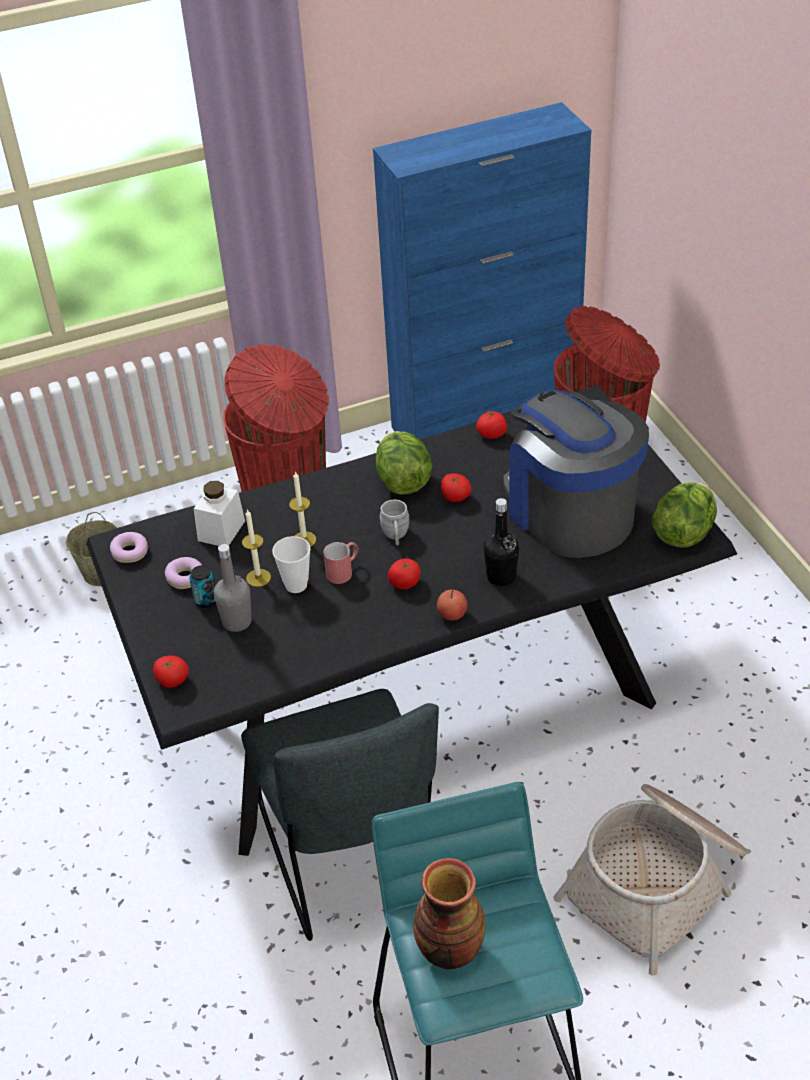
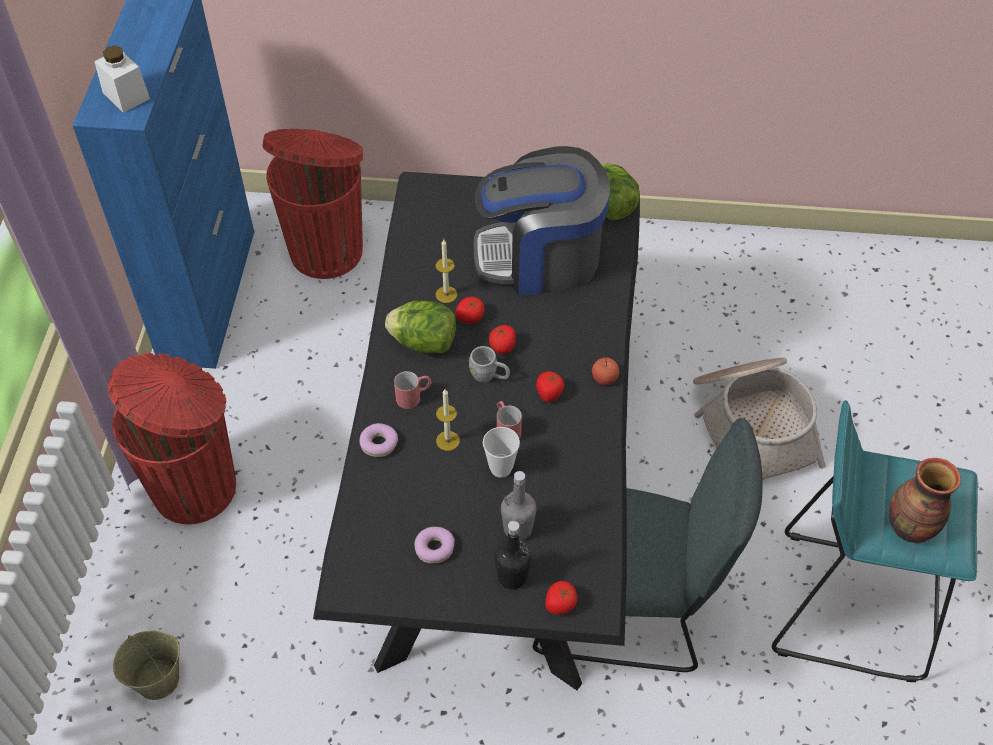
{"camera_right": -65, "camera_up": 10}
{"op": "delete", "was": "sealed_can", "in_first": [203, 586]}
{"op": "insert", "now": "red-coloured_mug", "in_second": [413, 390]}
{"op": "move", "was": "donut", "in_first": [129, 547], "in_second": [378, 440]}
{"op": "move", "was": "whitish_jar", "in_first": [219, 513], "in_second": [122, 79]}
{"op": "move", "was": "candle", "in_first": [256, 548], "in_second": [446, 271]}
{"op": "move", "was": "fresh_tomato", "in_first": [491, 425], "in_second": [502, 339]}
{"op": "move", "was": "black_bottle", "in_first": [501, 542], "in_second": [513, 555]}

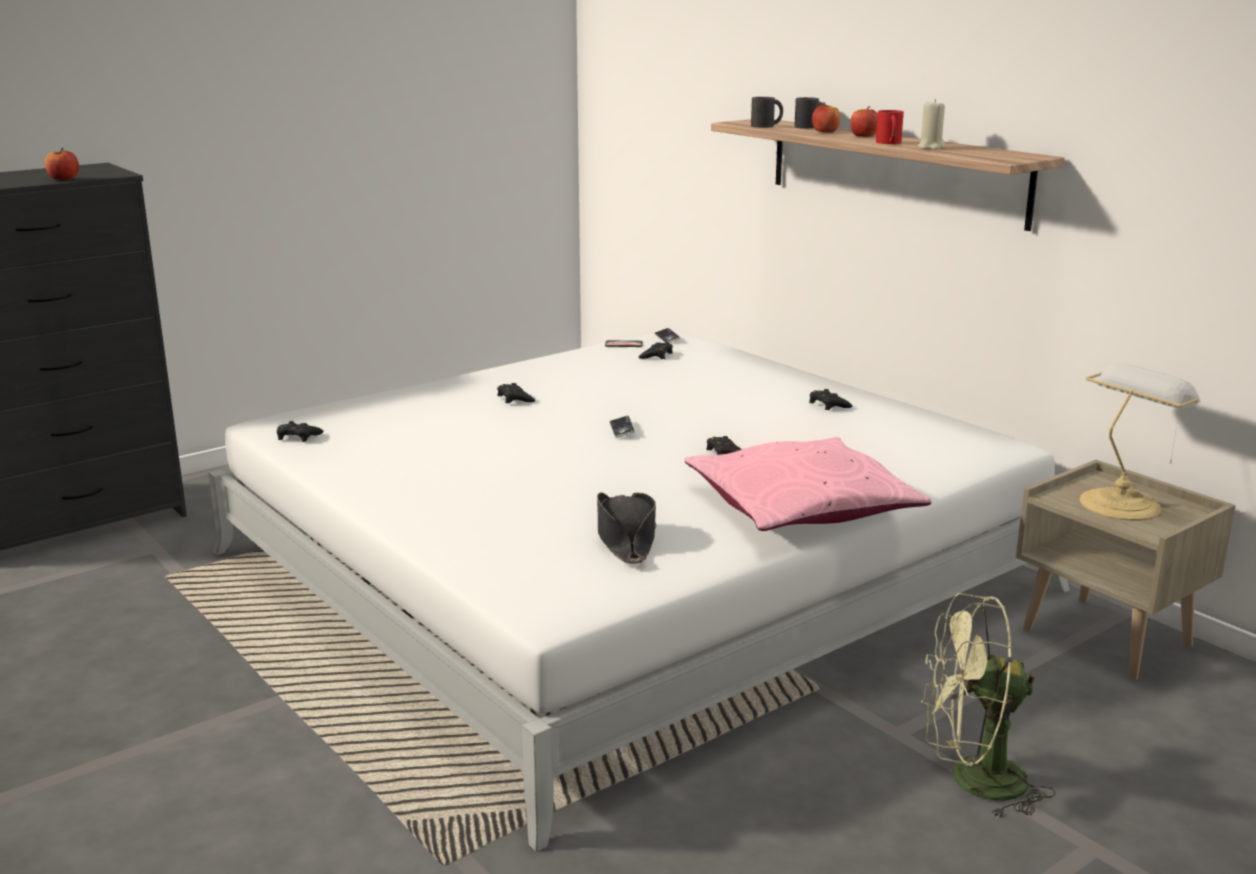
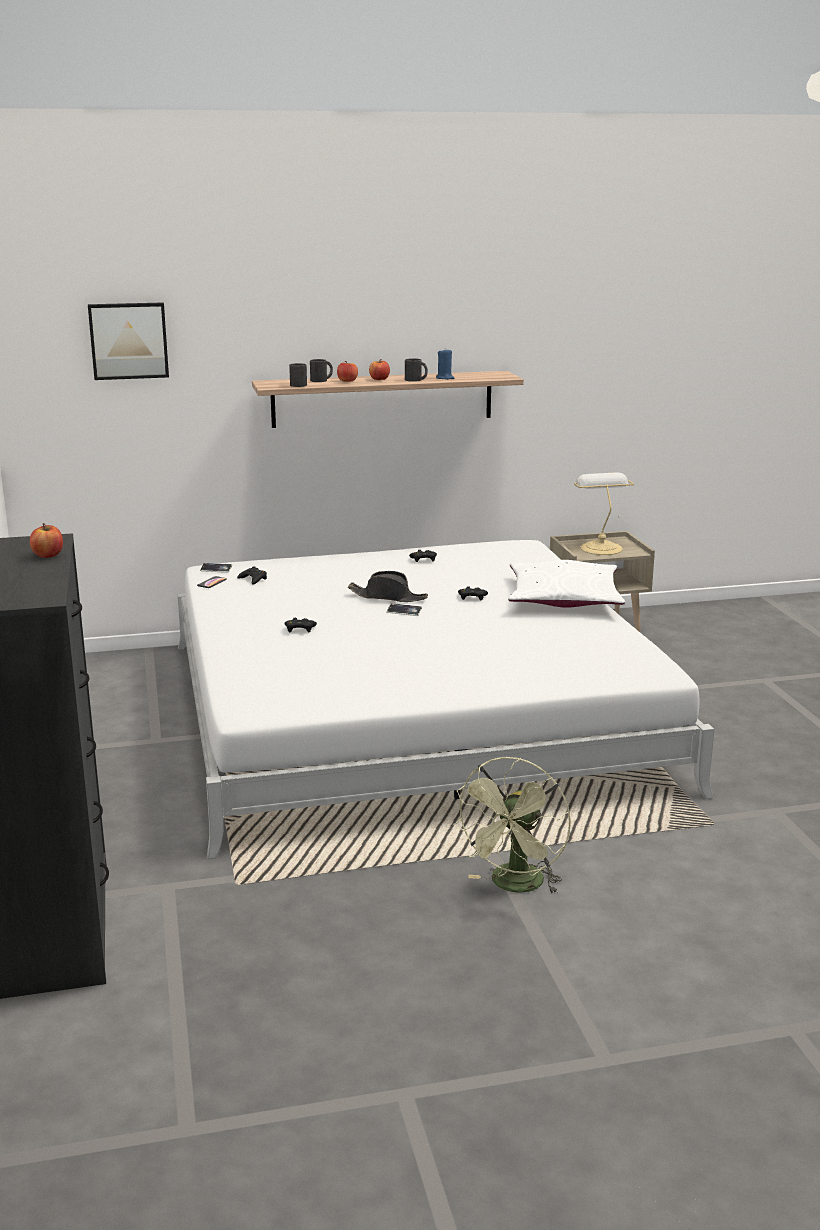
{"camera_right": -65, "camera_up": 0}
{"op": "delete", "was": "black_joypad", "in_first": [300, 431]}
{"op": "insert", "now": "wall_art", "in_second": [128, 341]}
{"op": "move", "was": "black_hat", "in_first": [626, 528], "in_second": [388, 586]}
{"op": "move", "was": "green_fan", "in_first": [988, 706], "in_second": [512, 826]}
{"op": "recolor", "was": "pink_cushion", "now": "whitish_cushion", "in_first": [808, 484], "in_second": [566, 584]}
{"op": "recolor", "was": "red-coloured_mug", "now": "black_mug", "in_first": [890, 127], "in_second": [416, 370]}
{"op": "recolor", "was": "sand-coloured_candle", "now": "bluish_candle", "in_first": [931, 124], "in_second": [445, 365]}

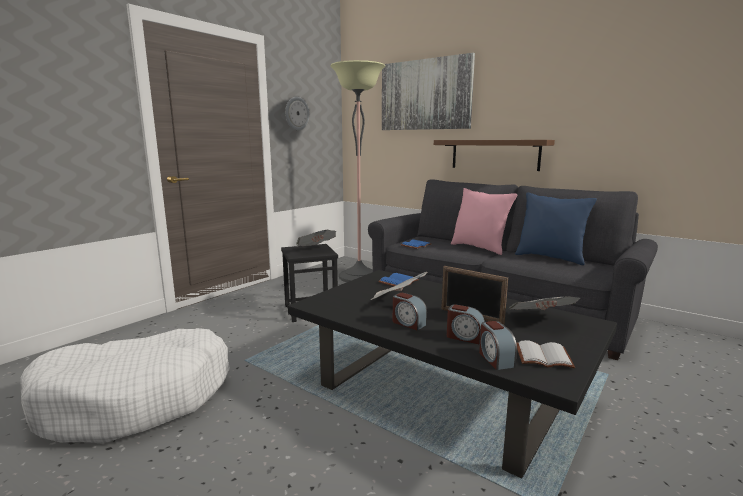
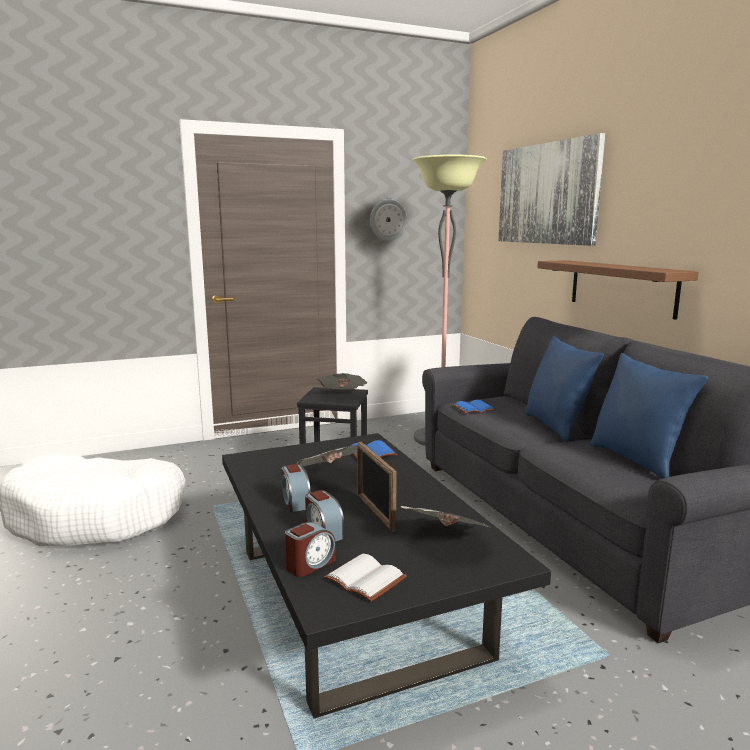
{"camera_right": 30, "camera_up": 0}
{"op": "recolor", "was": "pink_cushion", "now": "bluish_cushion", "in_first": [484, 221], "in_second": [565, 388]}
{"op": "rotate", "was": "table_clock", "in_first": [498, 345], "in_second": [310, 549], "clockwise": -150}

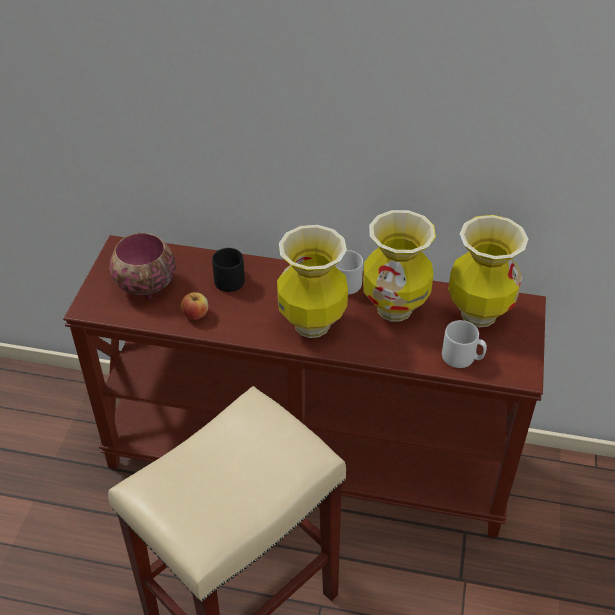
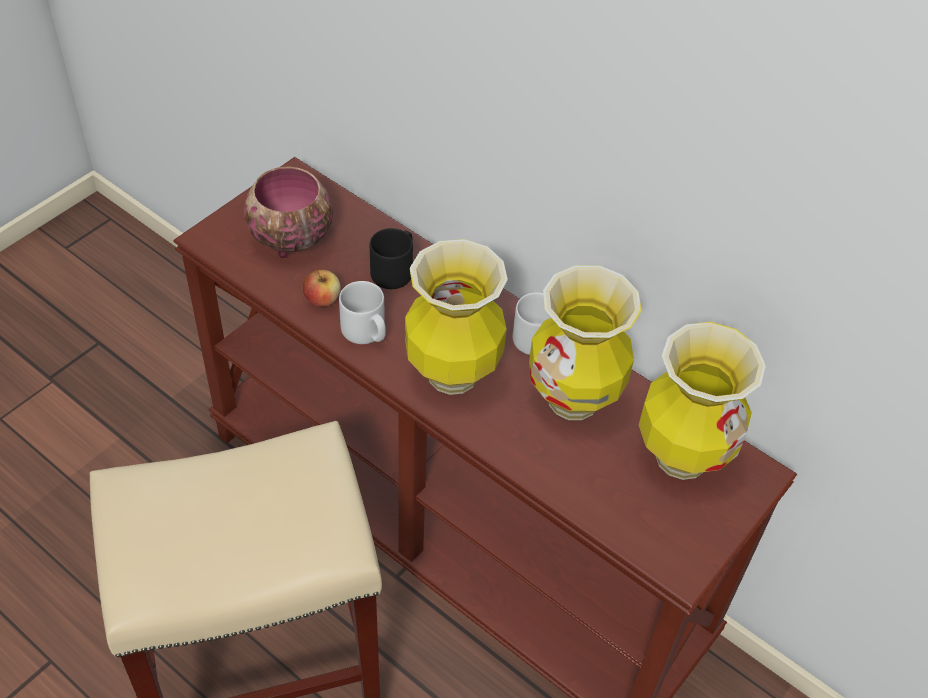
{"camera_right": 25, "camera_up": 5}
{"op": "move", "was": "greyish_mug", "in_first": [464, 344], "in_second": [362, 312]}

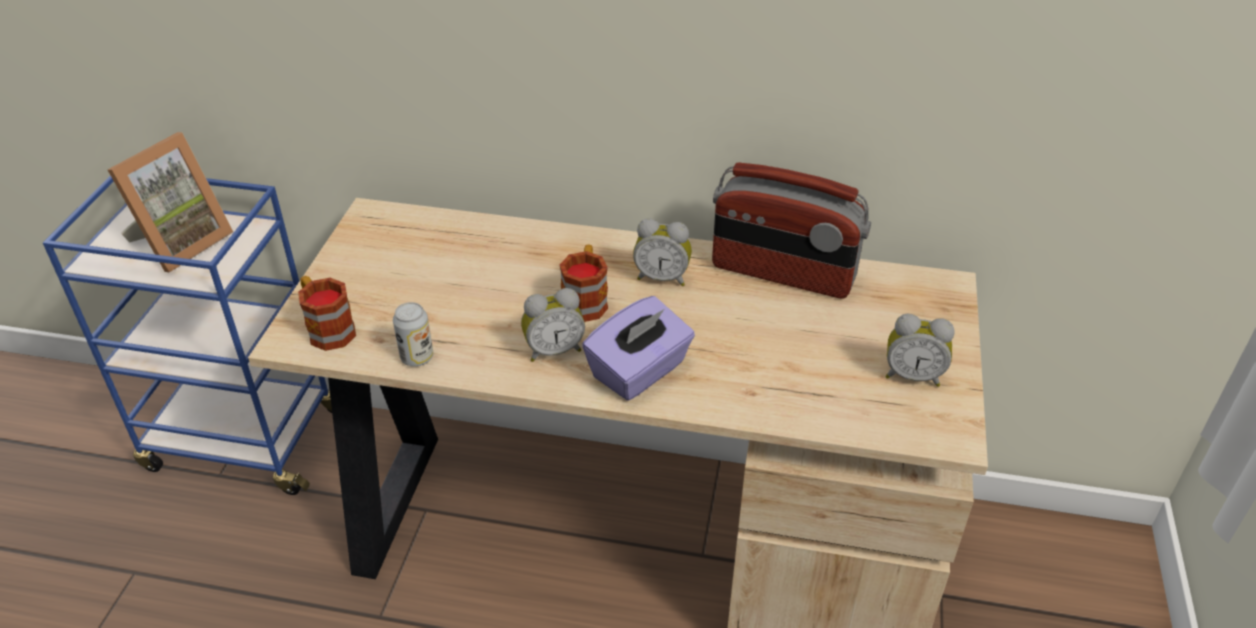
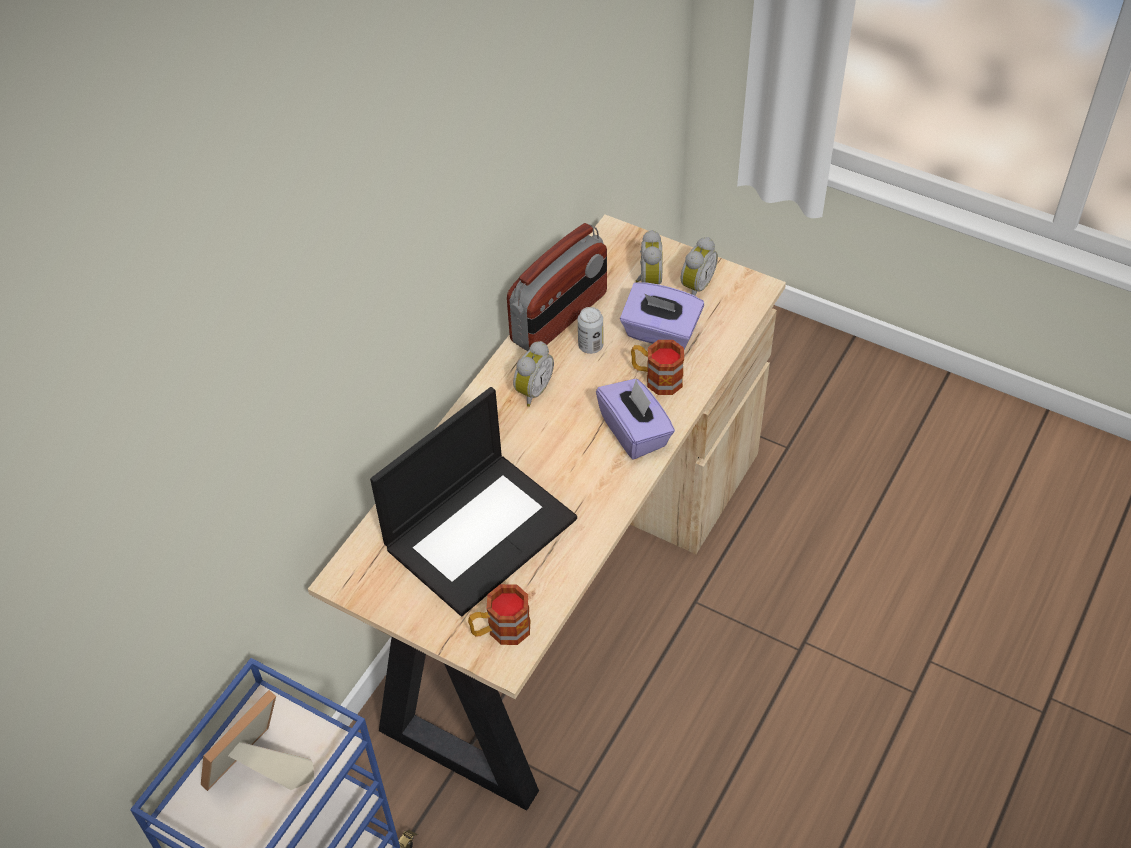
{"camera_right": -70, "camera_up": 10}
{"op": "insert", "now": "notebook_computer", "in_second": [473, 501]}
{"op": "insert", "now": "purple_box_of_tissues", "in_second": [662, 316]}
{"op": "move", "was": "sealed_can", "in_first": [413, 334], "in_second": [590, 330]}
{"op": "move", "was": "table_clock", "in_first": [553, 325], "in_second": [649, 257]}
{"op": "move", "was": "mug", "in_first": [584, 283], "in_second": [657, 367]}
{"op": "rotate", "was": "photo_frame", "in_first": [170, 202], "in_second": [258, 740], "clockwise": -105}

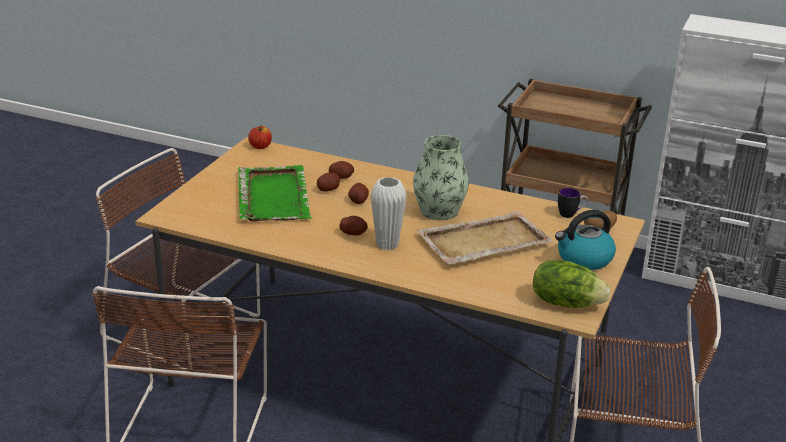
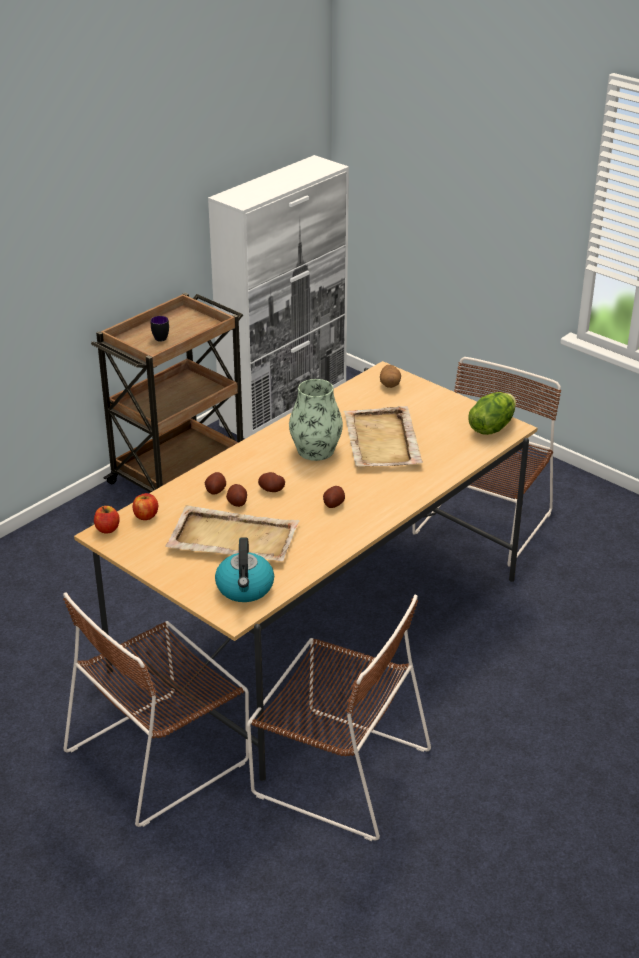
{"camera_right": -70, "camera_up": 5}
{"op": "delete", "was": "whitish_flower_vase", "in_first": [388, 213]}
{"op": "insert", "now": "whole_apple", "in_second": [145, 506]}
{"op": "move", "was": "kettle", "in_first": [585, 240], "in_second": [244, 569]}
{"op": "move", "was": "mug", "in_first": [573, 203], "in_second": [160, 329]}
{"op": "recolor", "was": "green_tray", "now": "sand-coloured_tray", "in_first": [275, 193], "in_second": [232, 533]}

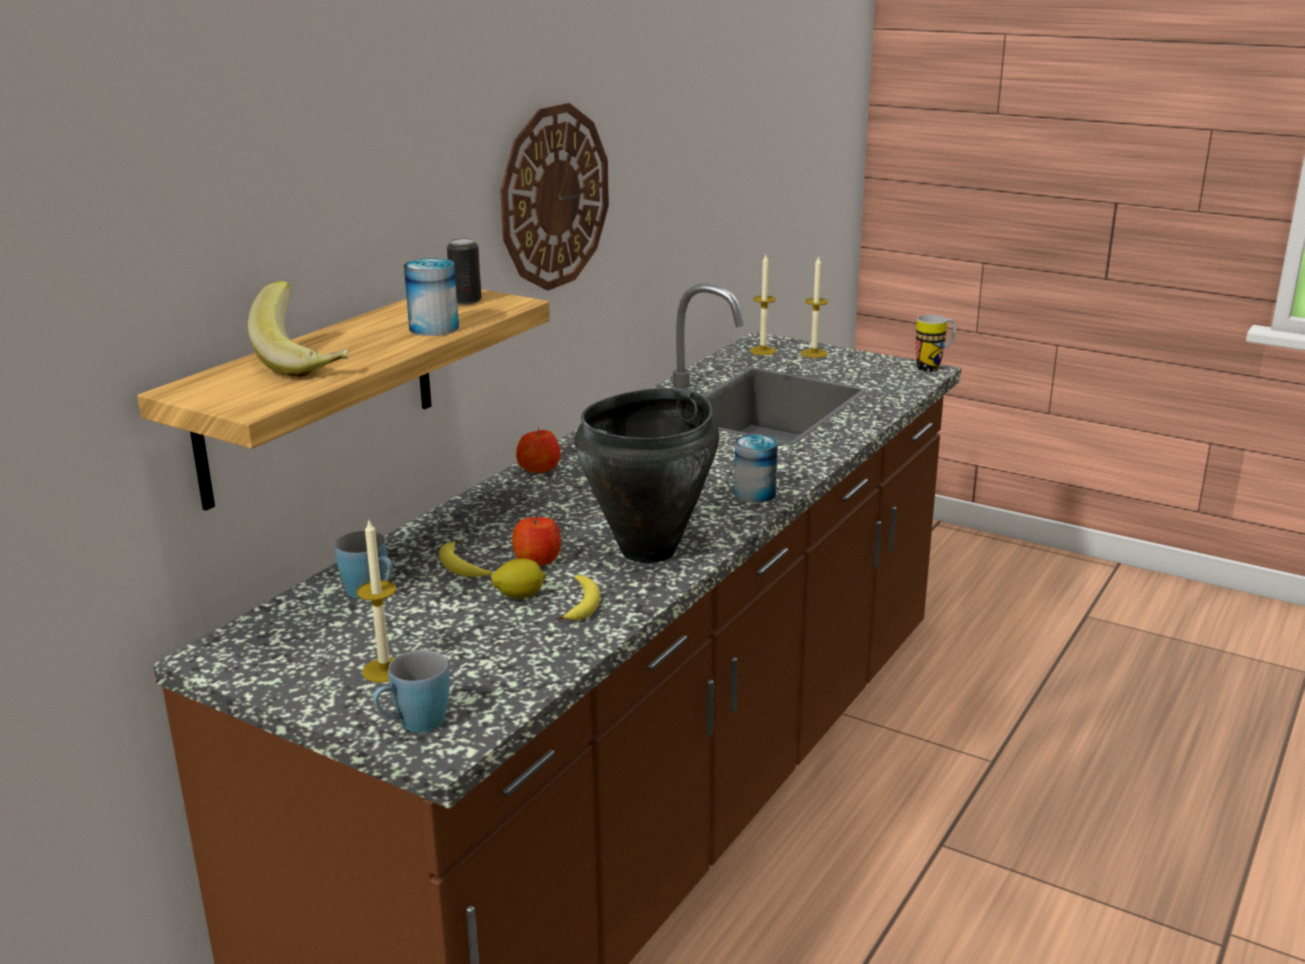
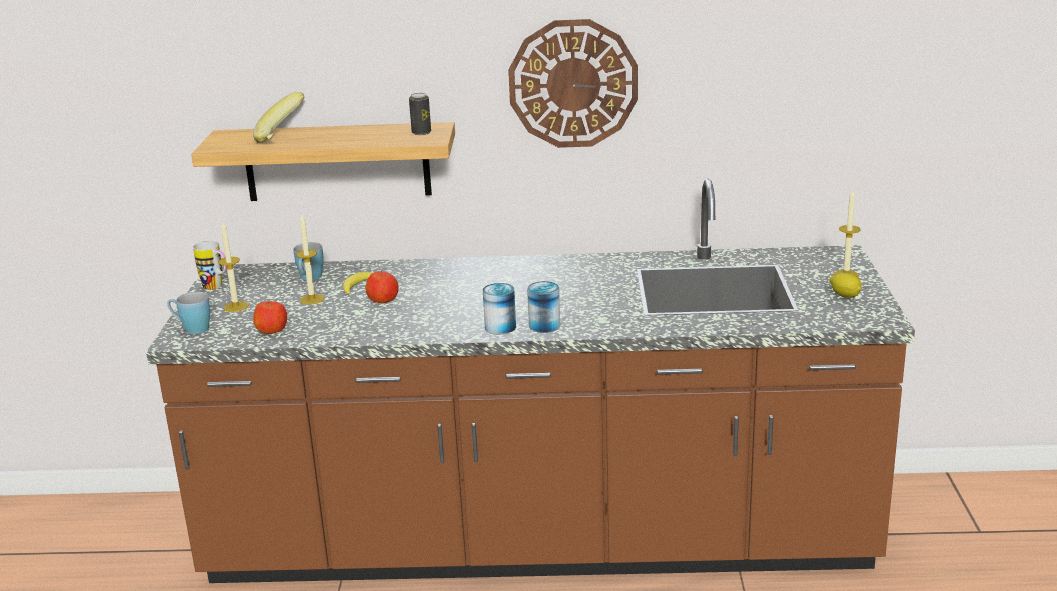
{"camera_right": 60, "camera_up": 0}
{"op": "delete", "was": "banana_fruit", "in_first": [579, 597]}
{"op": "delete", "was": "black_saucepot", "in_first": [647, 475]}
{"op": "move", "was": "sealed_can", "in_first": [431, 297], "in_second": [499, 309]}
{"op": "move", "was": "lemon", "in_first": [518, 578], "in_second": [845, 285]}
{"op": "move", "was": "whole_apple", "in_first": [538, 450], "in_second": [270, 316]}
{"op": "move", "was": "candle", "in_first": [763, 305], "in_second": [310, 259]}
{"op": "move", "was": "mug", "in_first": [936, 343], "in_second": [210, 265]}

